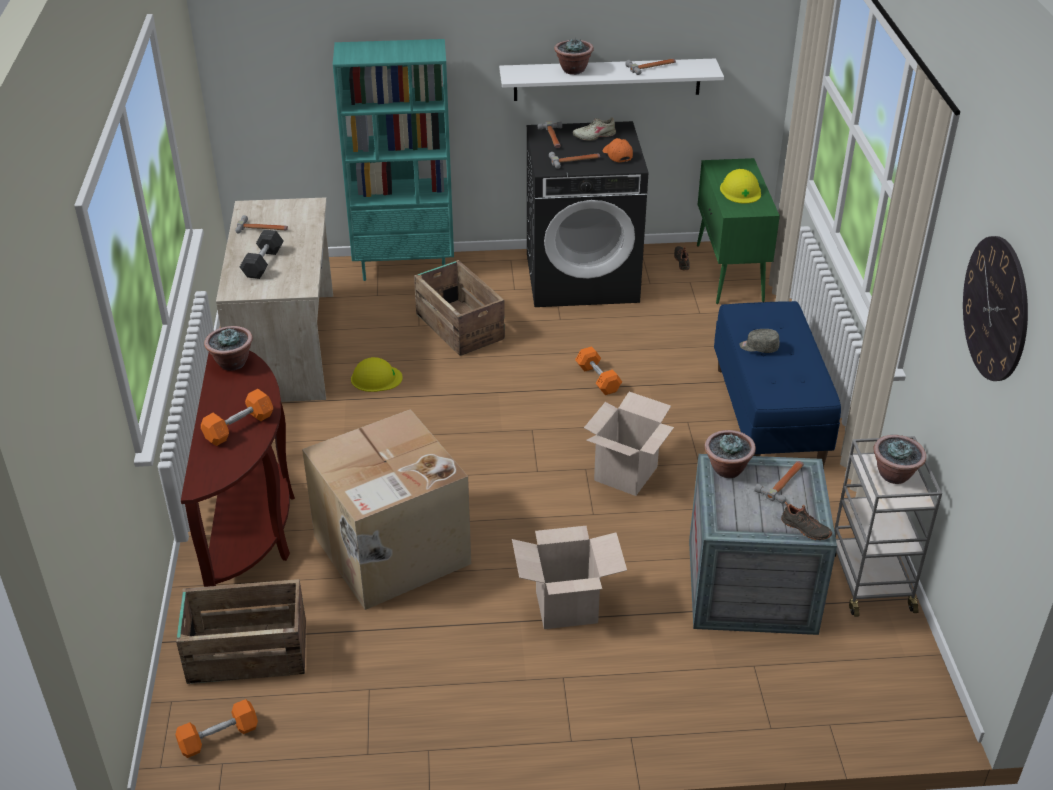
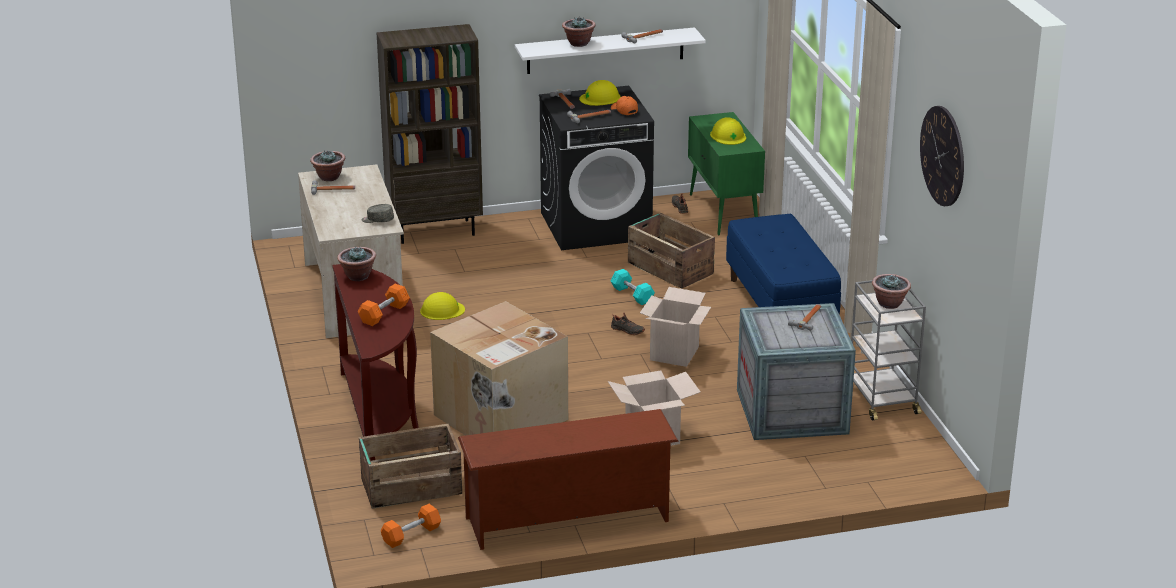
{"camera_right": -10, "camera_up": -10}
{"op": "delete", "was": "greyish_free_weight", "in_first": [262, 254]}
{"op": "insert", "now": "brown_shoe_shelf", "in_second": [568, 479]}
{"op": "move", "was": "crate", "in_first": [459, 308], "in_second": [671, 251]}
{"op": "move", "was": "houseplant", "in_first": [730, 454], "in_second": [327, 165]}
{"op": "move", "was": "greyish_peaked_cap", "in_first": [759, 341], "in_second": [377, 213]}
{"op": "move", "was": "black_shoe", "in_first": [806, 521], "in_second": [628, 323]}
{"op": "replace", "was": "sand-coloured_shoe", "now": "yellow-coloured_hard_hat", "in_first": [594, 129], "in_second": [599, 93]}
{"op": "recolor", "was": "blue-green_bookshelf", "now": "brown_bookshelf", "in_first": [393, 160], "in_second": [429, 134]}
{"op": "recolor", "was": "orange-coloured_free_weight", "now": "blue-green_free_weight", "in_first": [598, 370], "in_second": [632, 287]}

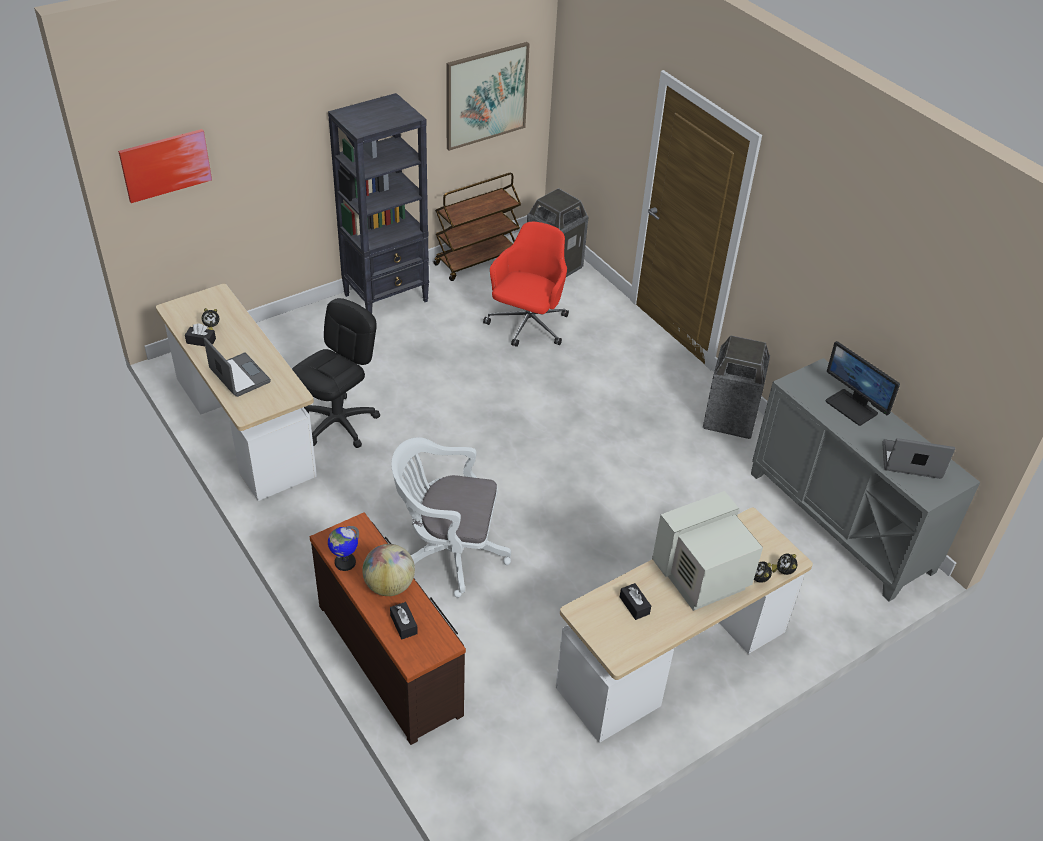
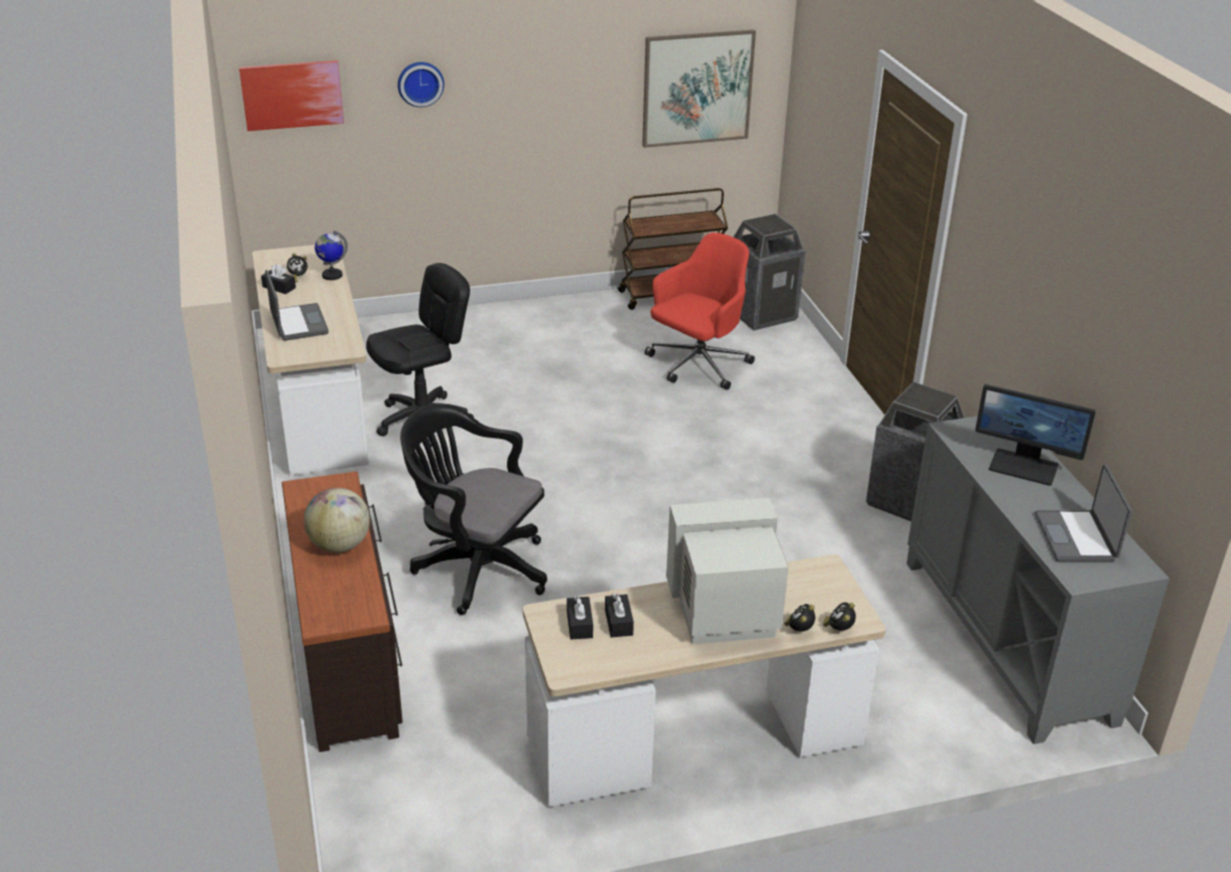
{"camera_right": 20, "camera_up": -10}
{"op": "delete", "was": "black_bookshelf", "in_first": [378, 203]}
{"op": "insert", "now": "clock_on_the_wall", "in_second": [421, 84]}
{"op": "move", "was": "globe", "in_first": [343, 548], "in_second": [331, 255]}
{"op": "move", "was": "black_box_of_tissues", "in_first": [404, 620], "in_second": [580, 617]}
{"op": "recolor", "was": "whitish_office_chair", "now": "black_office_chair", "in_first": [451, 517], "in_second": [473, 510]}
{"op": "rotate", "was": "computer_display", "in_first": [862, 383], "in_second": [1035, 435], "clockwise": -45}
{"op": "rotate", "was": "notebook_computer", "in_first": [918, 458], "in_second": [1083, 513], "clockwise": -120}

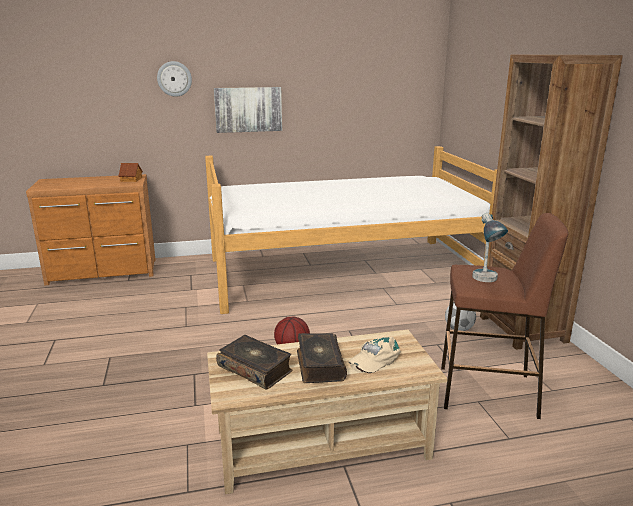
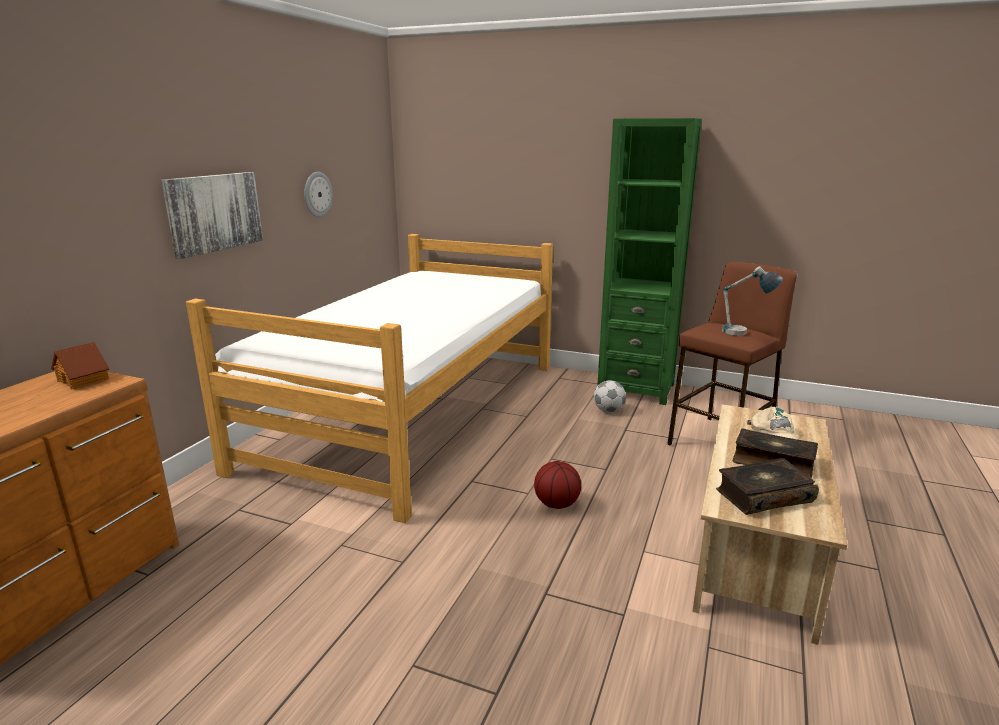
{"camera_right": -55, "camera_up": 0}
{"op": "move", "was": "clock_on_the_wall", "in_first": [174, 79], "in_second": [318, 194]}
{"op": "recolor", "was": "brown_bookshelf", "now": "green_bookshelf", "in_first": [551, 202], "in_second": [649, 261]}

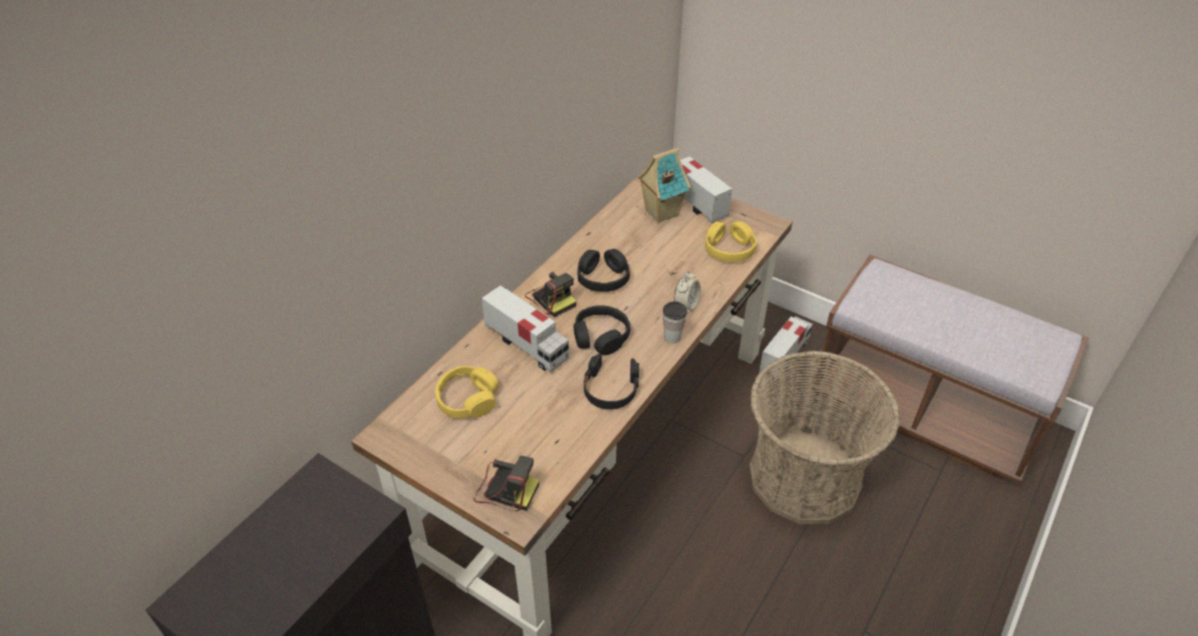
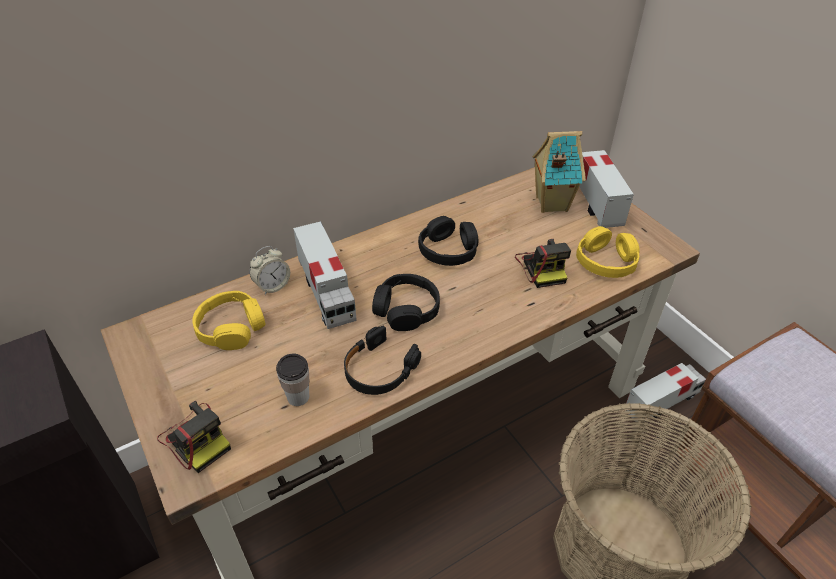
{"camera_right": 25, "camera_up": 0}
{"op": "move", "was": "photo_camera", "in_first": [550, 294], "in_second": [543, 263]}
{"op": "move", "was": "small_cup", "in_first": [675, 322], "in_second": [292, 380]}
{"op": "move", "was": "table_clock", "in_first": [687, 292], "in_second": [270, 270]}

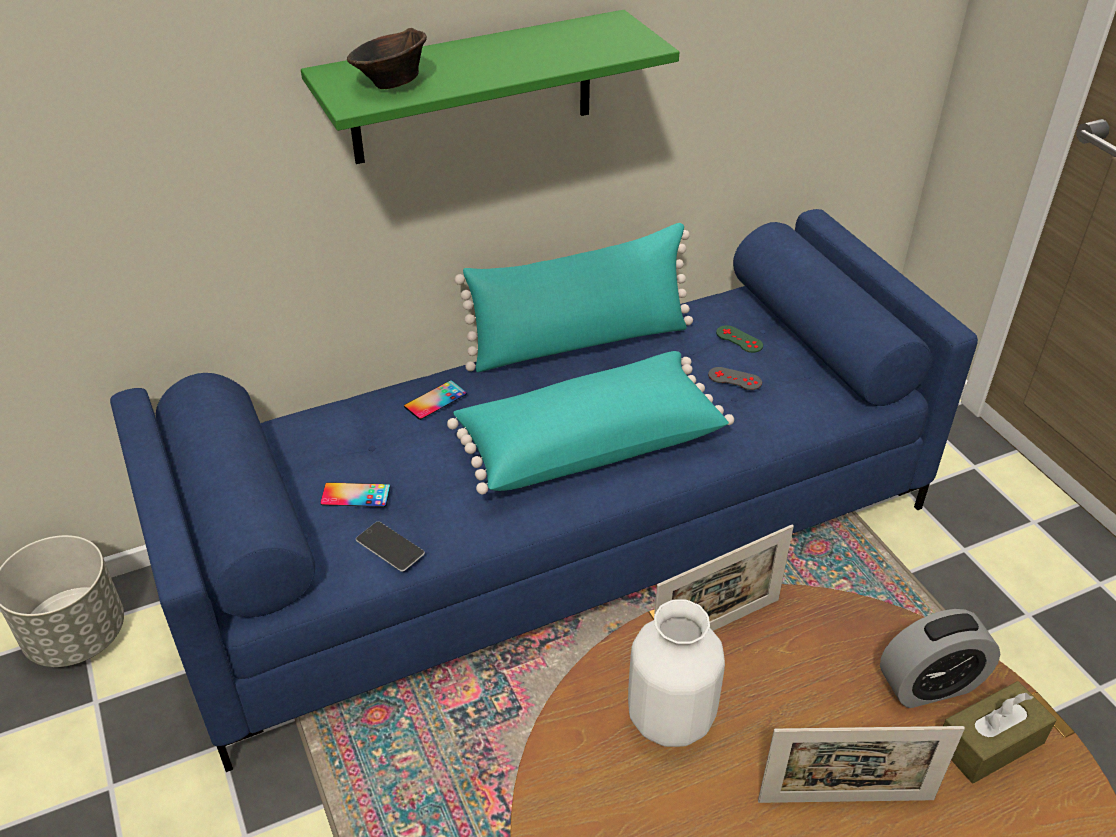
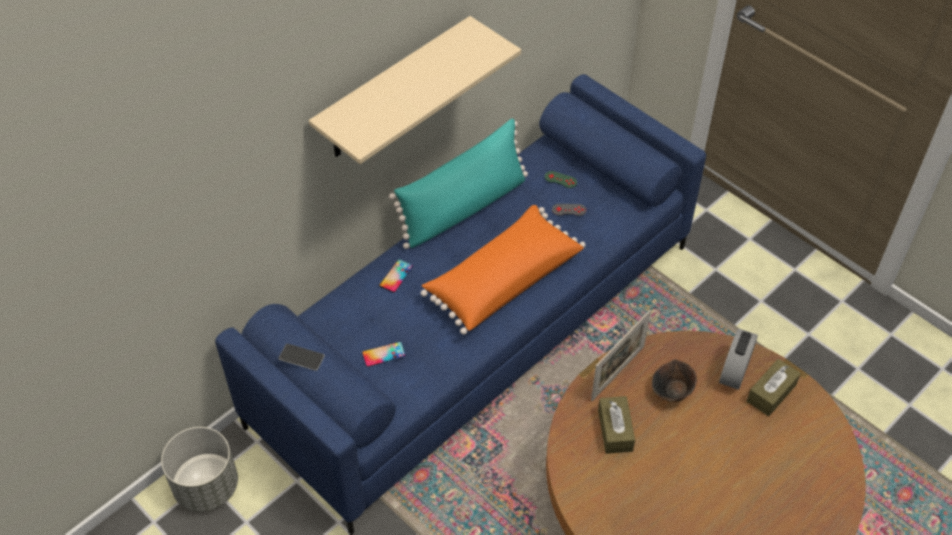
{"camera_right": -20, "camera_up": 10}
{"op": "delete", "was": "photo_frame", "in_first": [861, 764]}
{"op": "move", "was": "brown_bowl", "in_first": [387, 58], "in_second": [674, 380]}
{"op": "move", "was": "phone", "in_first": [390, 547], "in_second": [302, 357]}
{"op": "replace", "was": "whitish_flower_vase", "now": "brown_box_of_tissues", "in_first": [676, 673], "in_second": [616, 425]}
{"op": "recolor", "was": "green_wall_shelf", "now": "sand-coloured_wall_shelf", "in_first": [490, 87], "in_second": [415, 90]}
{"op": "recolor", "was": "blue-green_cushion", "now": "orange-coloured_cushion", "in_first": [590, 422], "in_second": [503, 270]}
{"op": "rotate", "was": "table_clock", "in_first": [940, 658], "in_second": [738, 359], "clockwise": 150}

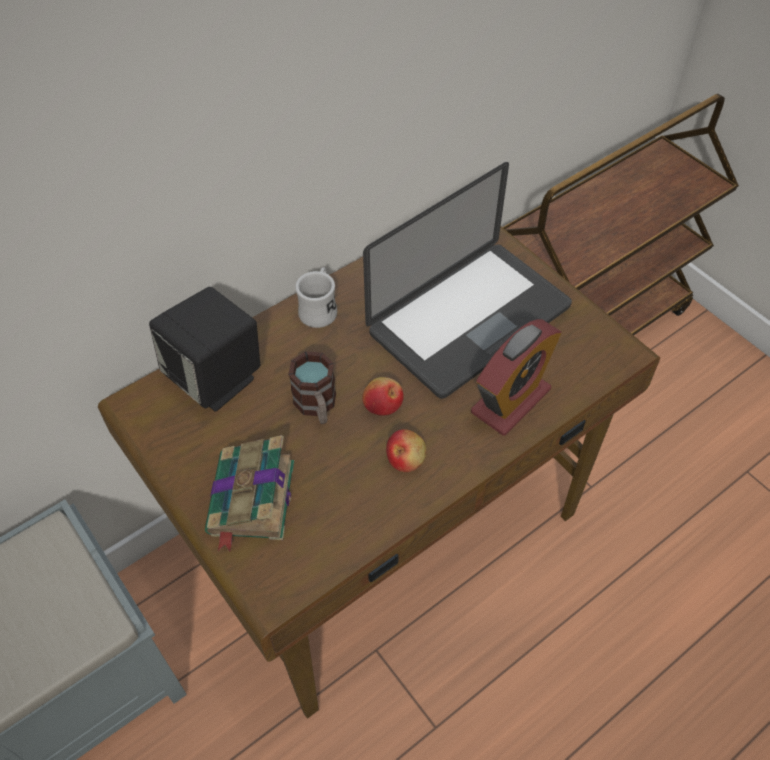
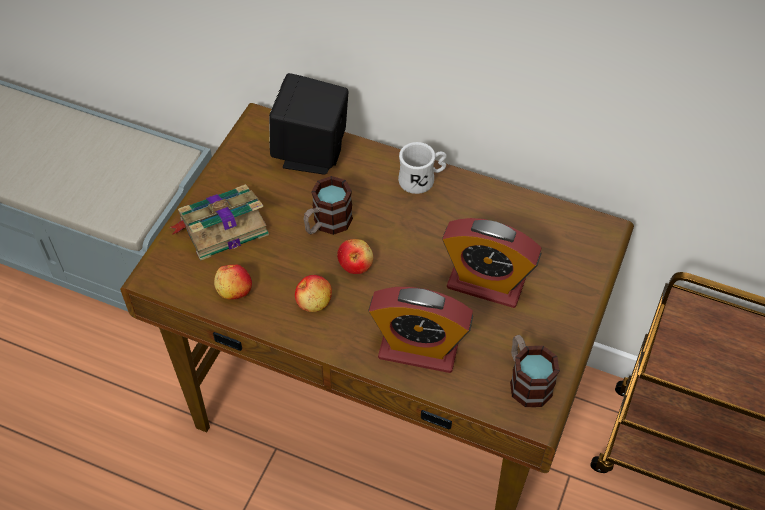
{"camera_right": 60, "camera_up": 0}
{"op": "insert", "now": "whole_apple", "in_second": [233, 282]}
{"op": "insert", "now": "mug", "in_second": [534, 371]}
{"op": "replace", "was": "notebook_computer", "now": "table_clock", "in_first": [467, 280], "in_second": [492, 263]}

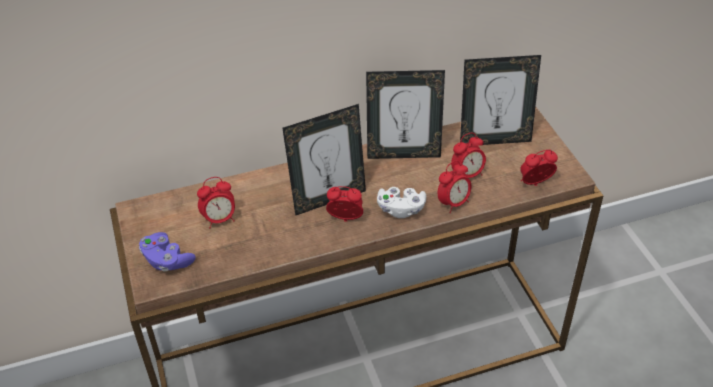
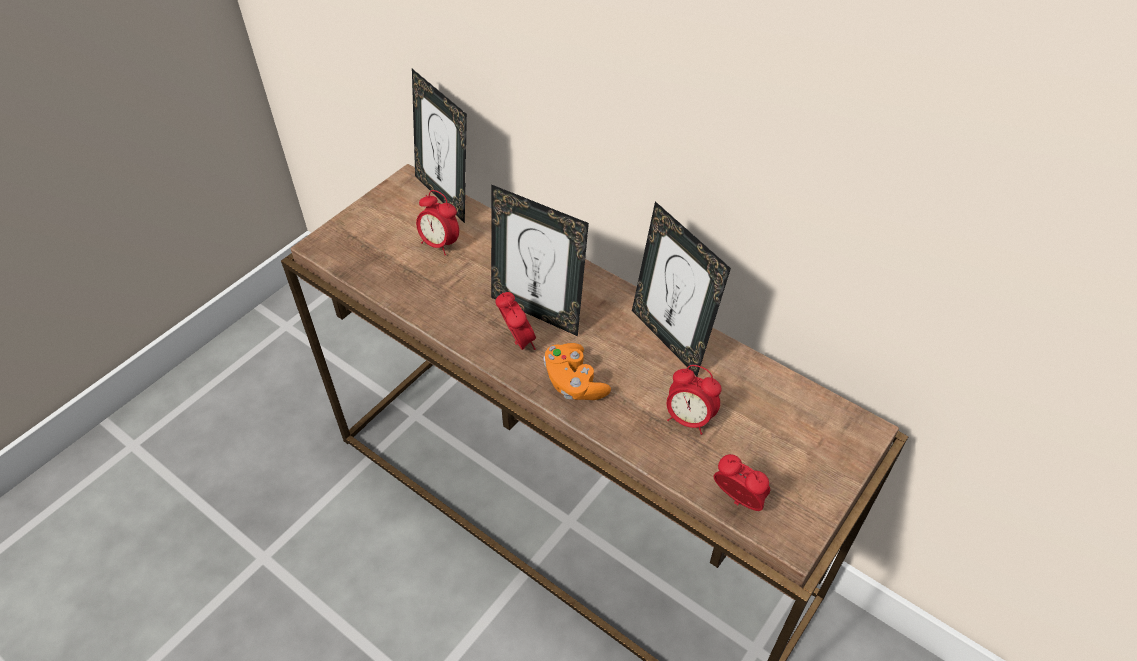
{"camera_right": 55, "camera_up": 5}
{"op": "delete", "was": "purple_joypad", "in_first": [167, 252]}
{"op": "delete", "was": "table_clock", "in_first": [455, 186]}
{"op": "move", "was": "photo_frame", "in_first": [500, 100], "in_second": [439, 146]}
{"op": "recolor", "was": "whitish_joypad", "now": "orange-coloured_joypad", "in_first": [401, 202], "in_second": [577, 371]}

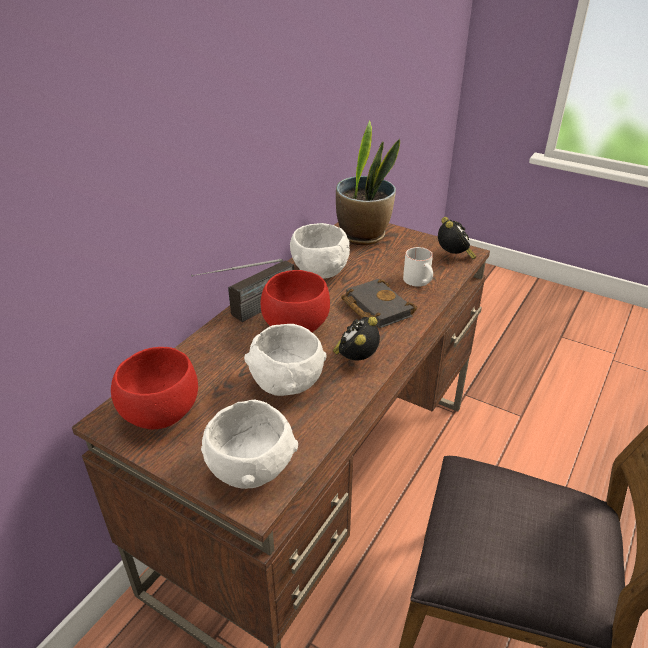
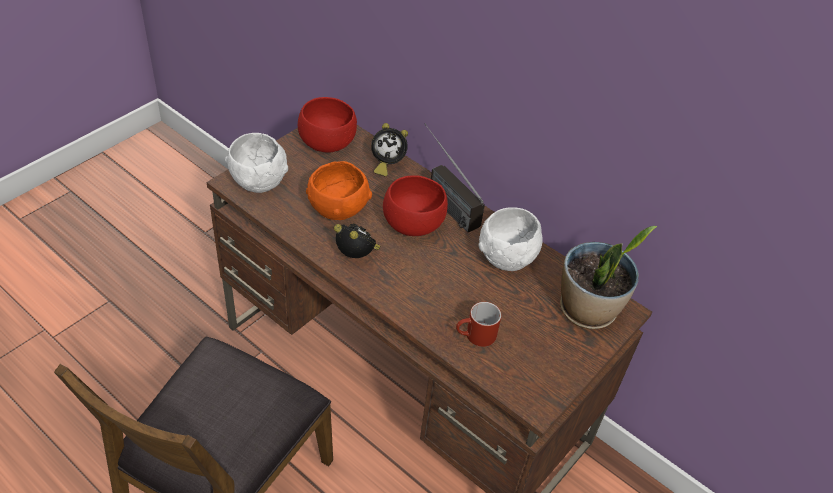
{"camera_right": 95, "camera_up": 10}
{"op": "delete", "was": "black_bound_book", "in_first": [379, 303]}
{"op": "move", "was": "table_clock", "in_first": [457, 238], "in_second": [389, 149]}
{"op": "recolor", "was": "whitish_bowl", "now": "orange-coloured_bowl", "in_first": [285, 360], "in_second": [339, 190]}
{"op": "recolor", "was": "whitish_mug", "now": "red-coloured_mug", "in_first": [418, 267], "in_second": [478, 324]}

